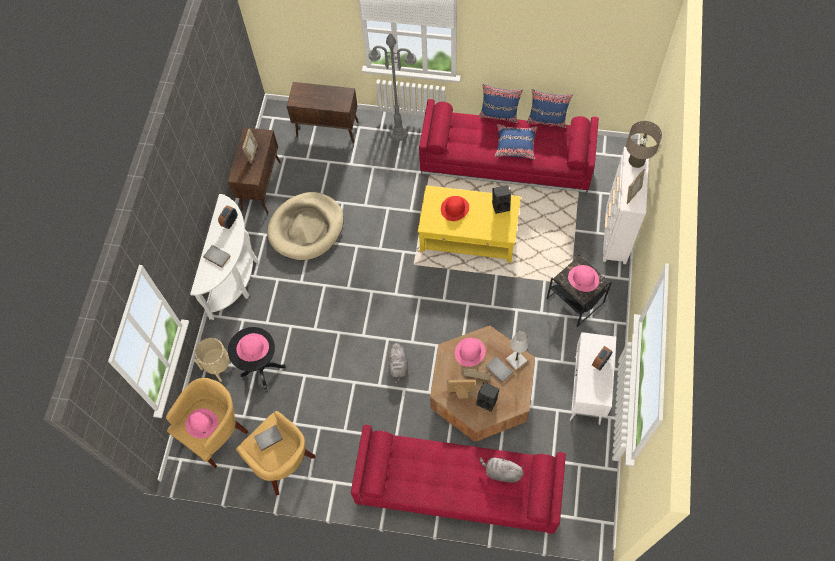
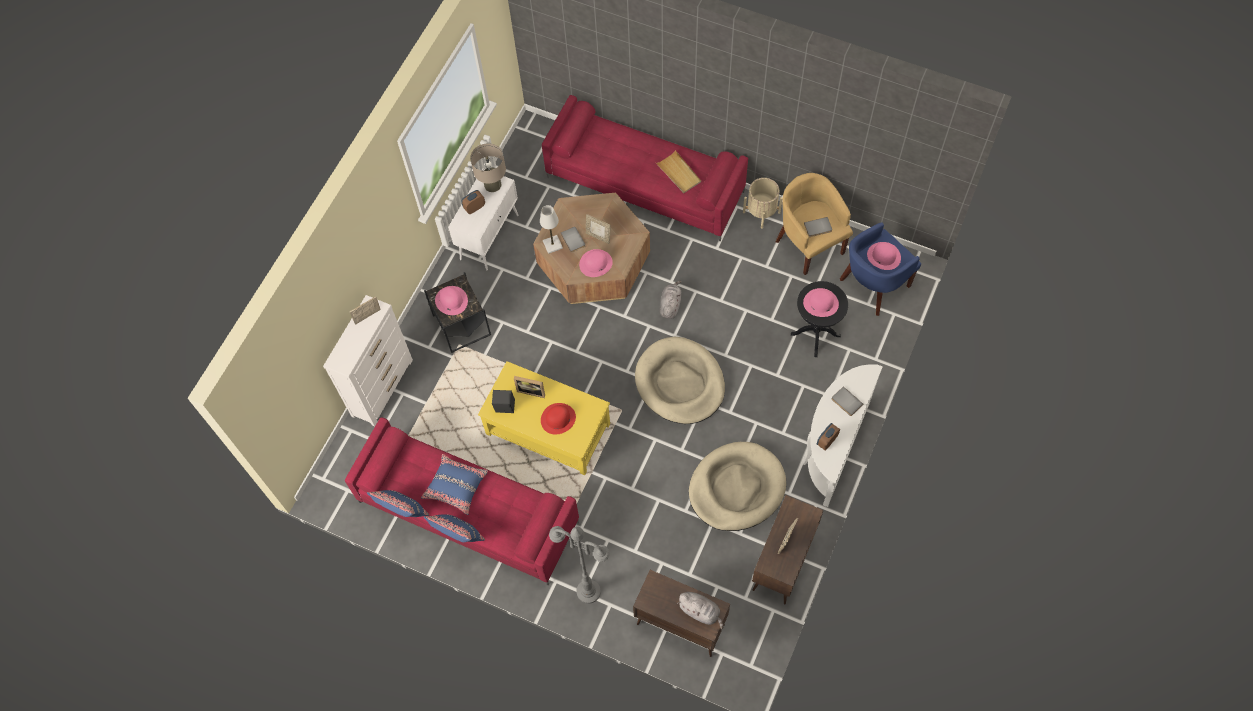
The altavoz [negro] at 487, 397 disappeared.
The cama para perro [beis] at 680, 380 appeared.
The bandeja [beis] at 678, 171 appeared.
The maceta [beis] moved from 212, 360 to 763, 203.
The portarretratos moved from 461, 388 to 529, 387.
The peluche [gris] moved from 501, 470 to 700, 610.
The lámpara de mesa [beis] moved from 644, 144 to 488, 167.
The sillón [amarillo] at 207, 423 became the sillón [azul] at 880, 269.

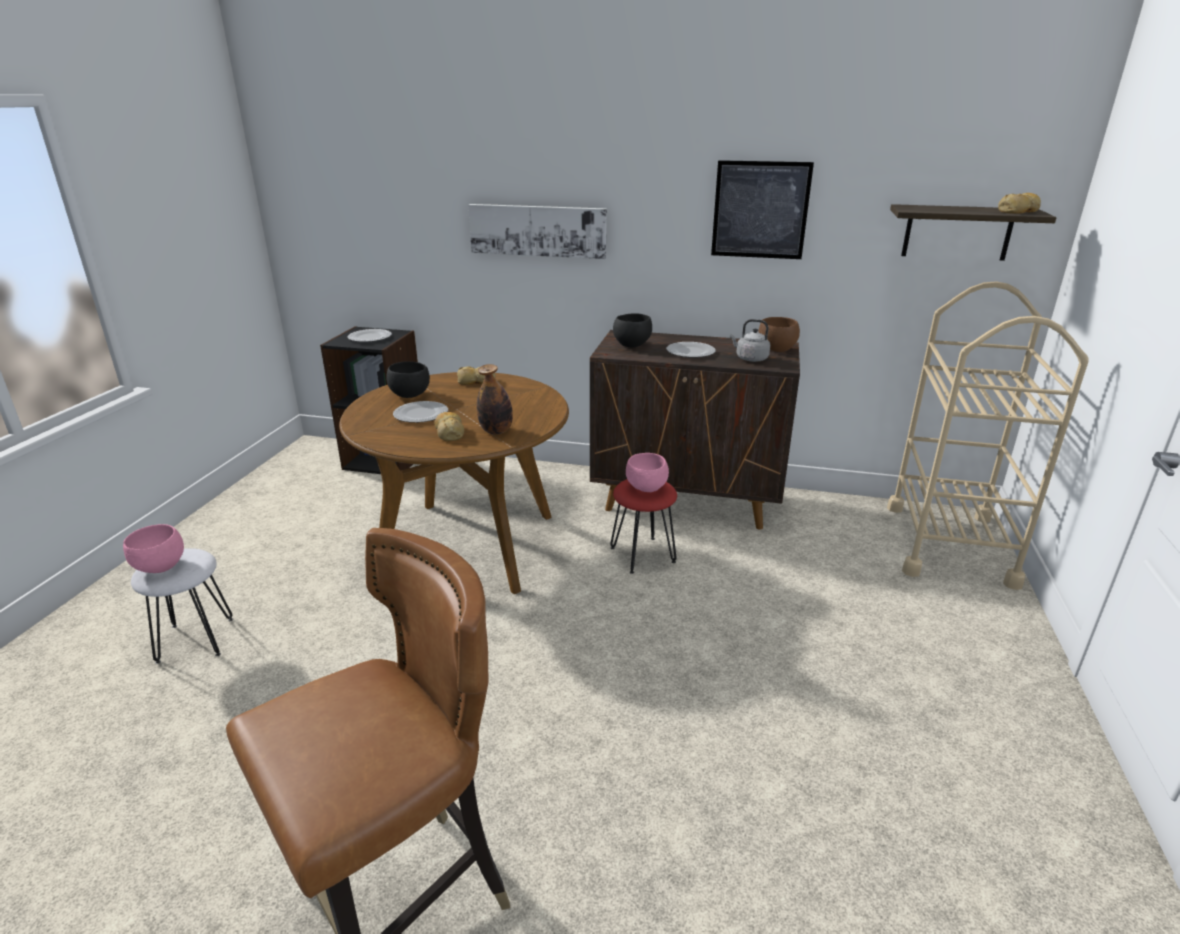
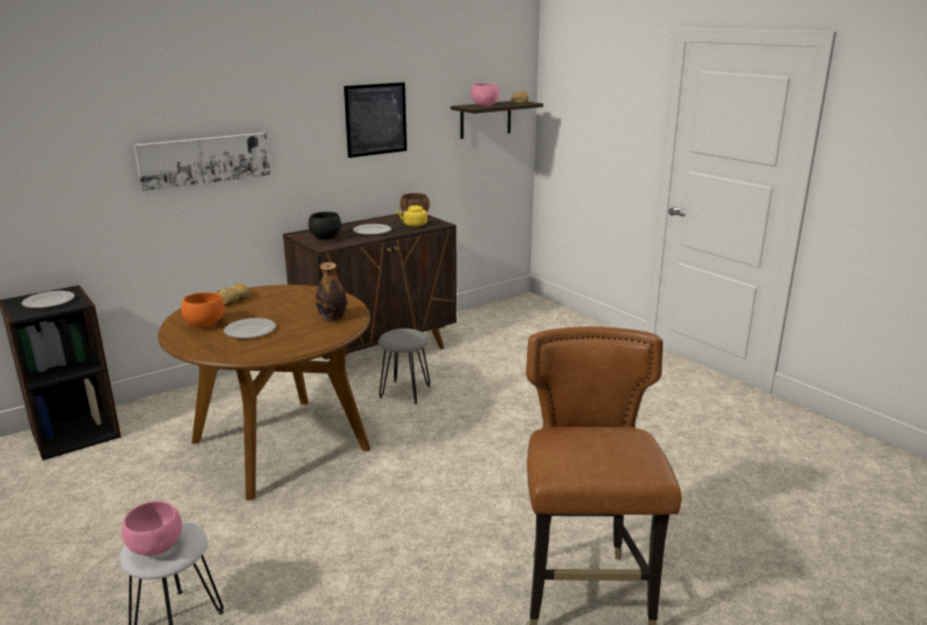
The pan at 449, 426 disappeared.
The carrito [beis] at 988, 435 disappeared.
The cuenco [rosa] moved from 647, 472 to 485, 94.
The cuenco [negro] at 408, 379 became the cuenco [naranja] at 203, 310.
The taburete [rojo] at 643, 526 became the taburete [gris] at 404, 366.
The hervidor [gris] at 750, 340 became the hervidor [amarillo] at 411, 211.

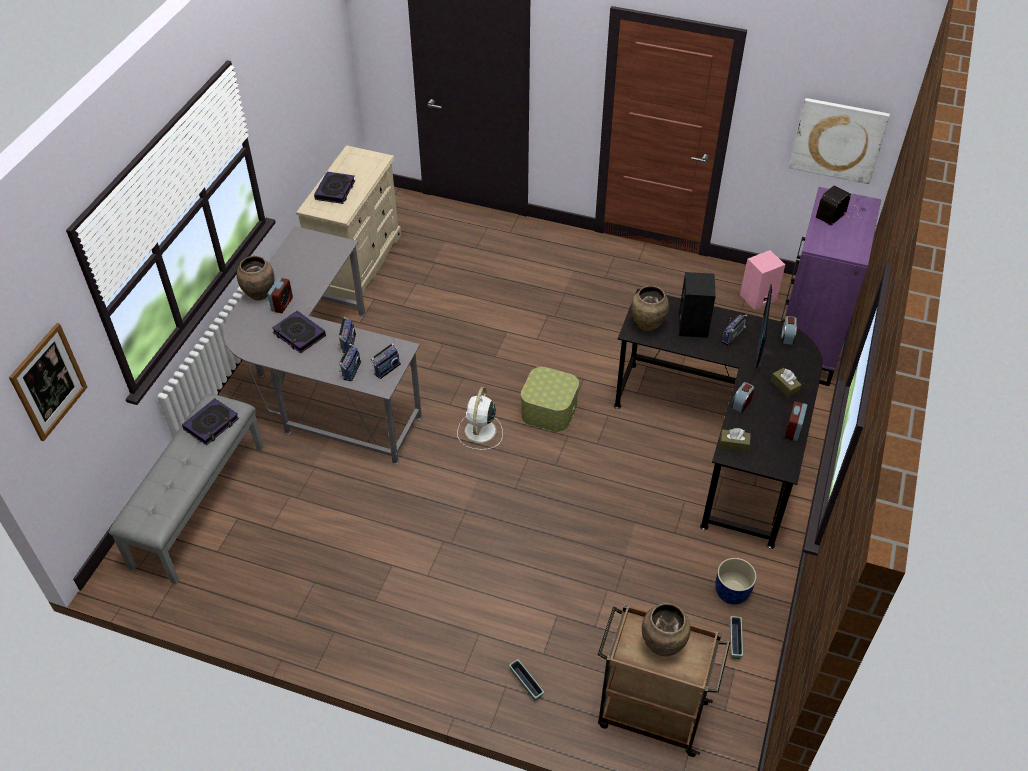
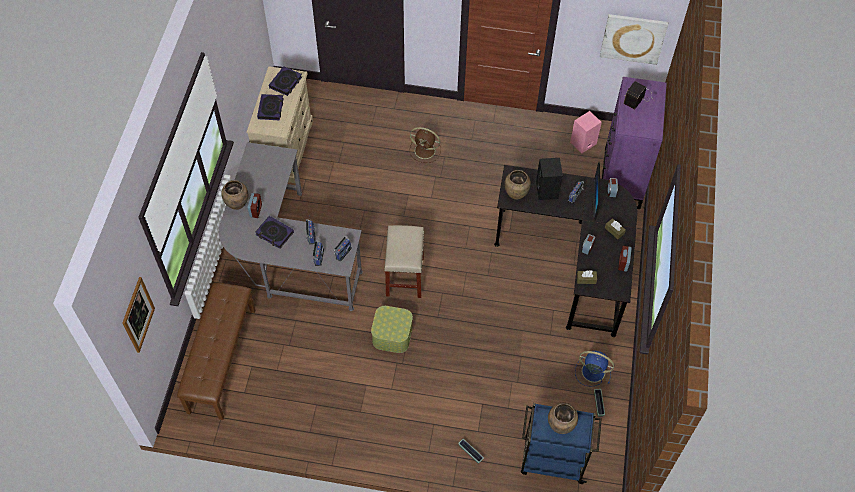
The ventilador [marrón] at 425, 145 appeared.
The libro moved from 210, 421 to 285, 81.
The caja de almacenaje moved from 550, 399 to 392, 329.
The ventilador [blanco] at 480, 418 was replaced by the taburete [beis] at 404, 261.
The maceta [azul] at 736, 581 was replaced by the ventilador [azul] at 594, 368.
The banco [gris] at 186, 489 became the banco [marrón] at 216, 351.
The carrito [marrón] at 664, 680 became the carrito [azul] at 561, 443.

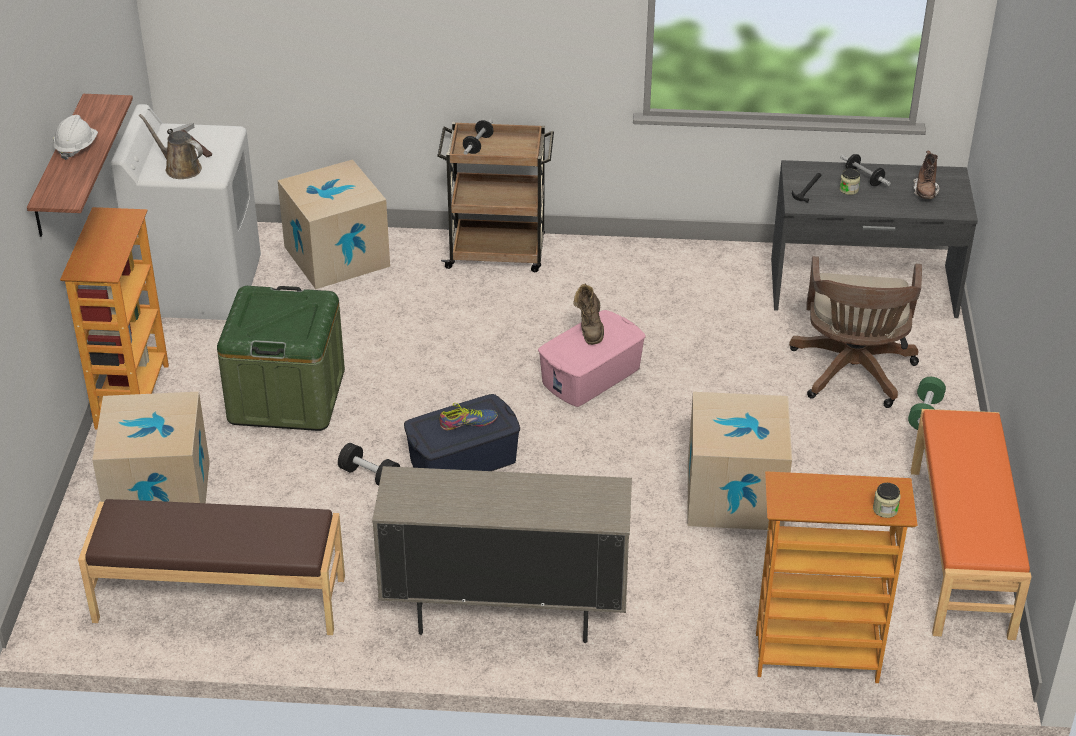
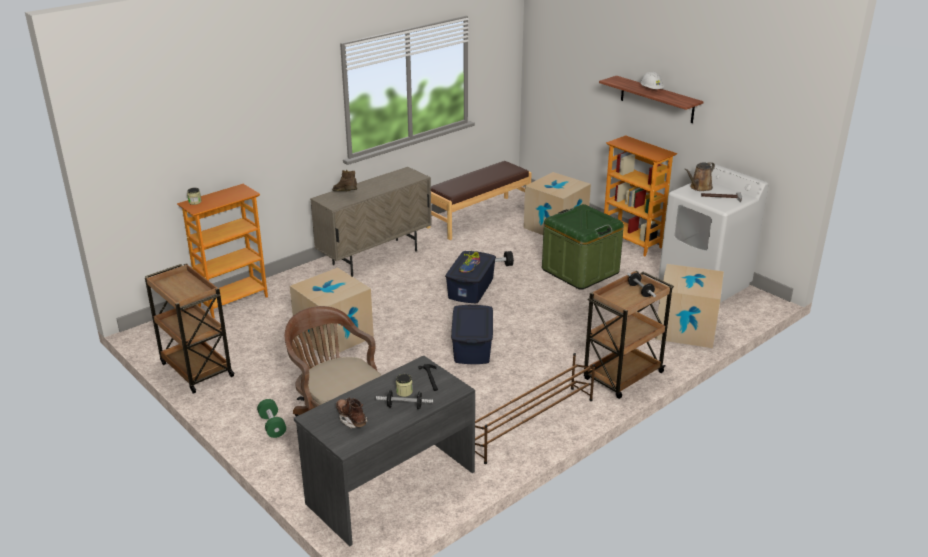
The zapatero [marrón] at 535, 408 appeared.
The bota [marrón] moved from 588, 314 to 344, 180.
The banco [naranja] at 971, 524 was replaced by the carrito [marrón] at 190, 328.
The caja de almacenaje [rosa] at 592, 358 became the caja de almacenaje [azul] at 472, 334.
The regadera [marrón] at 171, 146 turned 150 degrees clockwise.

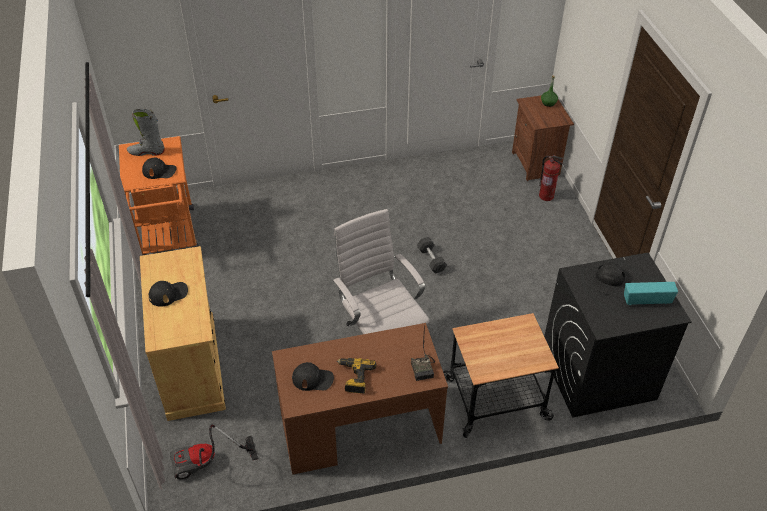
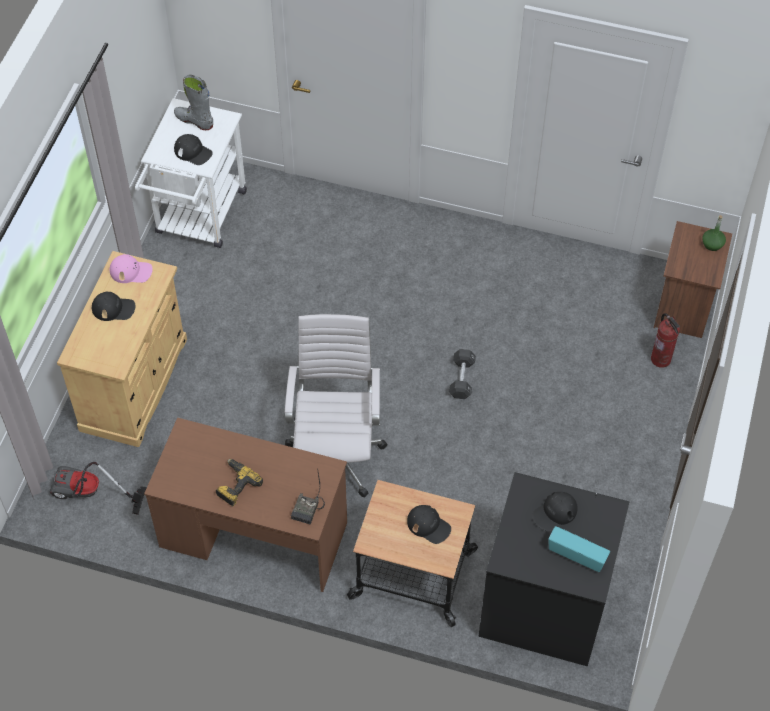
The gorra [rosa] at 131, 268 appeared.
The gorra [negro] moved from 313, 376 to 429, 524.
The carrito [naranja] at 159, 195 became the carrito [blanco] at 191, 173.

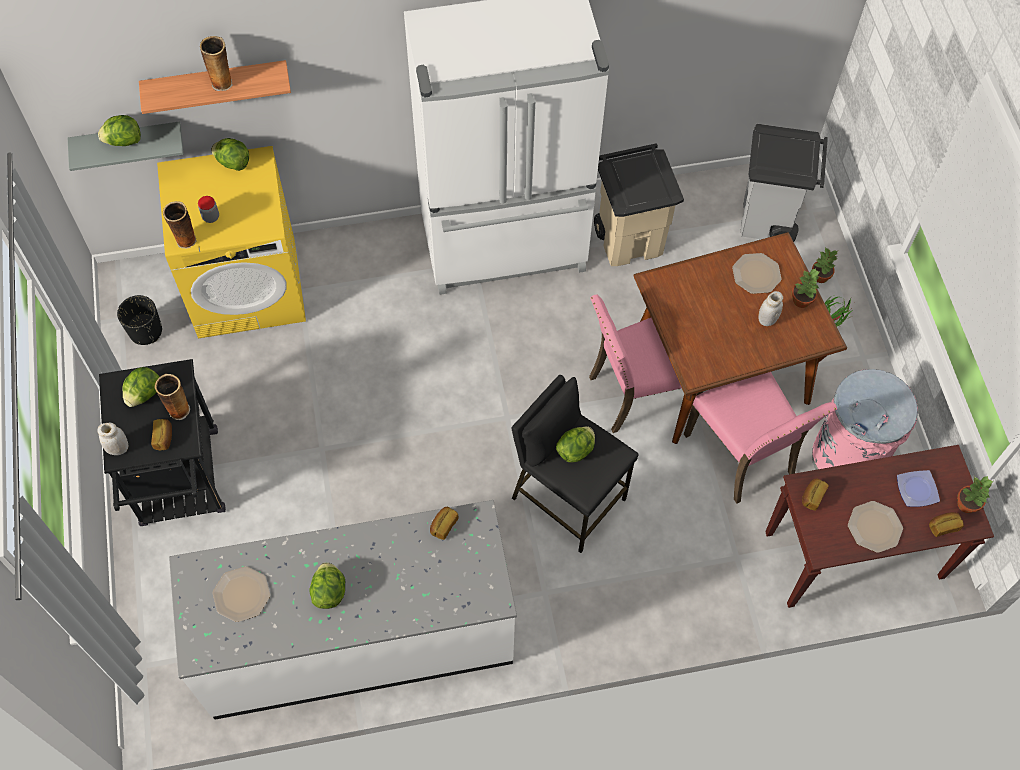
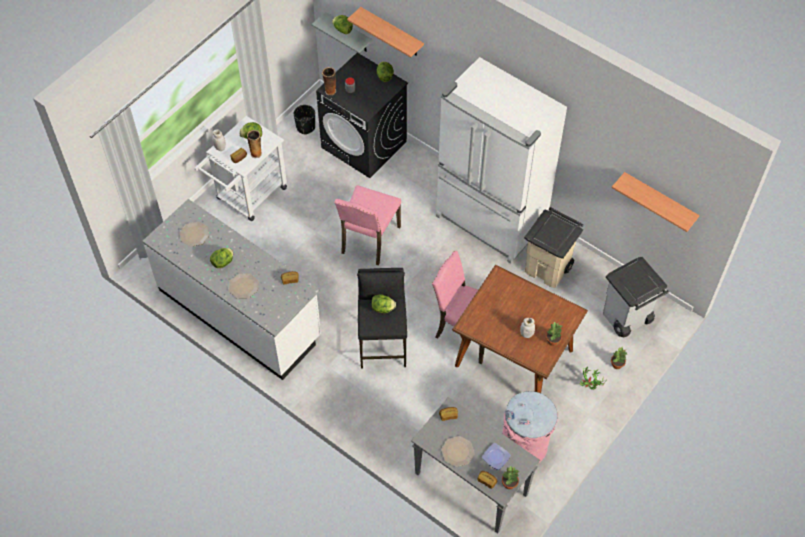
The florero at 216, 63 disappeared.
The estante at 656, 202 appeared.
The silla [rosa] moved from 760, 438 to 367, 225.
The plato moved from 756, 273 to 244, 285.
The carrito [negro] at 162, 442 became the carrito [blanco] at 241, 168.
The lavadora [amarillo] at 231, 242 became the lavadora [negro] at 362, 115.
The mesa consola [marrón] at 879, 526 became the mesa consola [gris] at 475, 465.

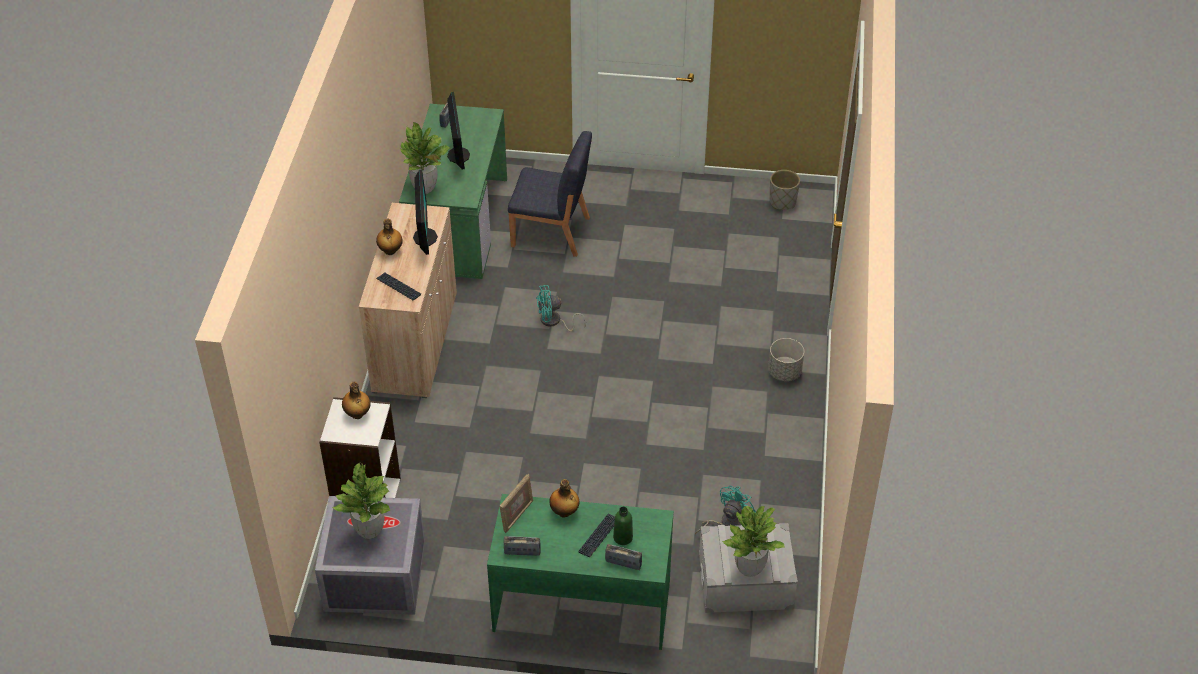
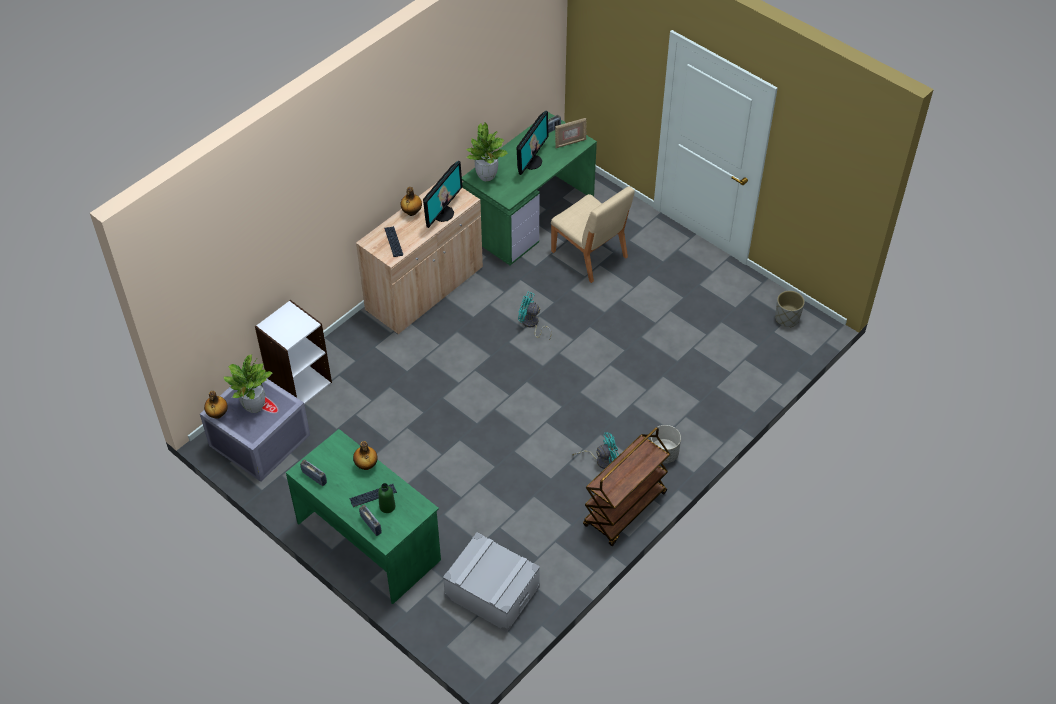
The planta en maceta at 753, 541 disappeared.
The carrito [marrón] at 626, 486 appeared.
The botella moved from 356, 400 to 216, 405.
The portarretratos moved from 516, 503 to 570, 133.
The ventilador [turquesa] moved from 725, 510 to 596, 450.
The silla [azul] at 550, 194 became the silla [beis] at 593, 234.

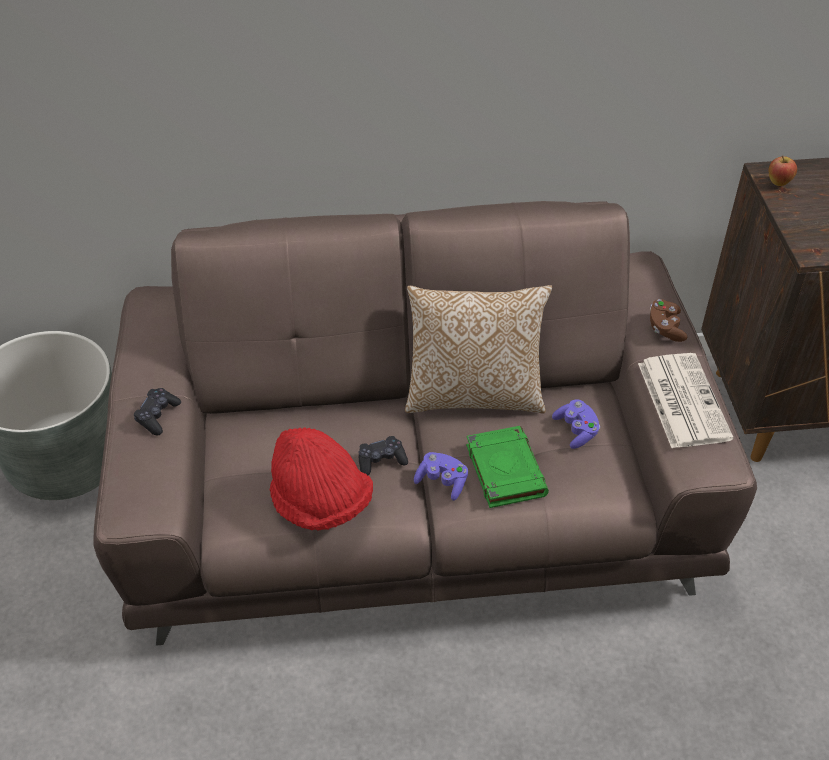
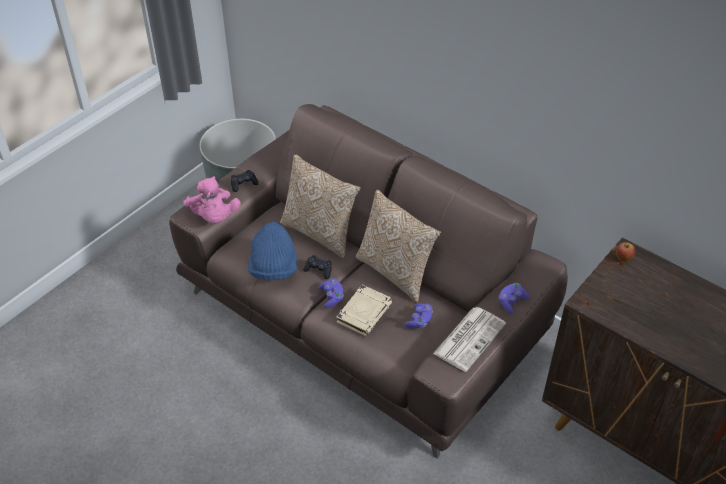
The peluche [rosa] at 212, 199 appeared.
The cojín at 320, 206 appeared.
The sombrero [rojo] at 321, 479 became the sombrero [azul] at 272, 251.
The libro [verde] at 507, 467 became the libro [beis] at 364, 310.
The mando de consola [marrón] at 668, 320 became the mando de consola [morado] at 514, 298.

